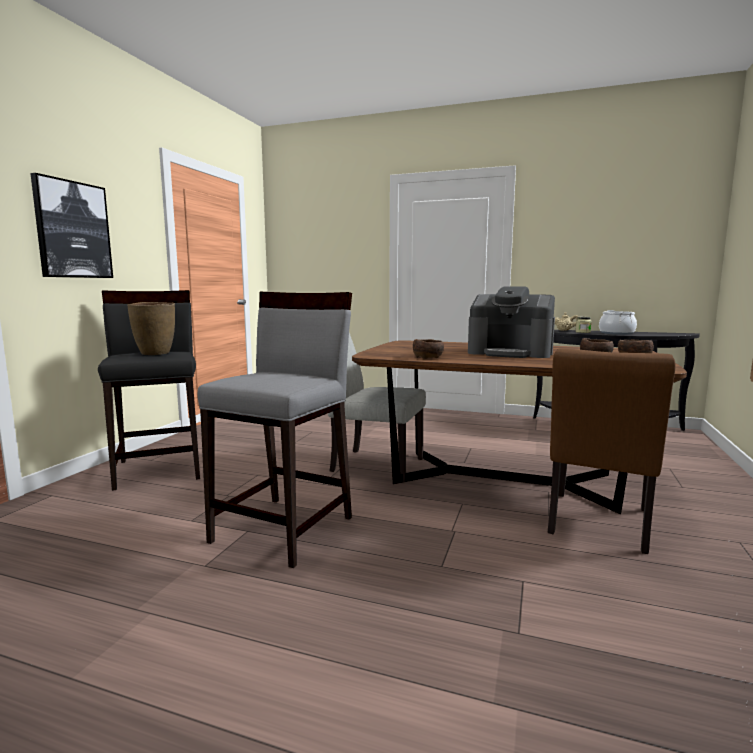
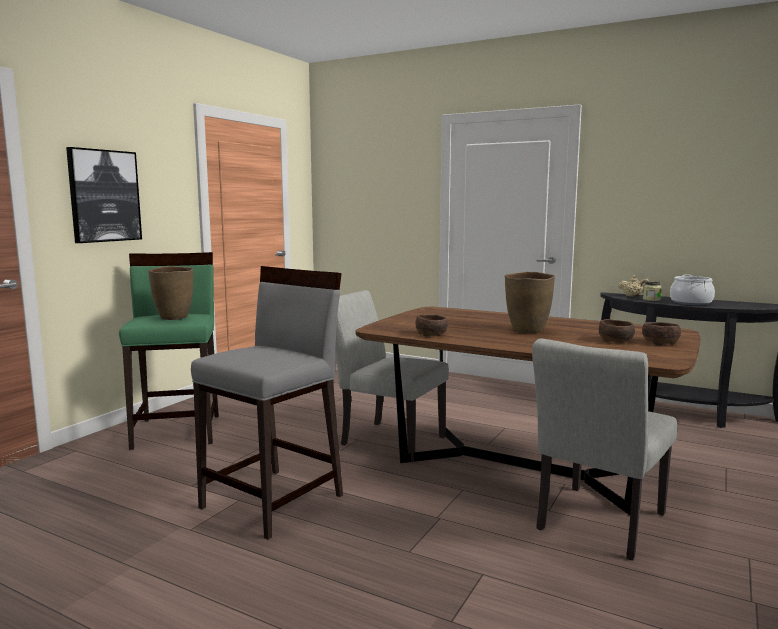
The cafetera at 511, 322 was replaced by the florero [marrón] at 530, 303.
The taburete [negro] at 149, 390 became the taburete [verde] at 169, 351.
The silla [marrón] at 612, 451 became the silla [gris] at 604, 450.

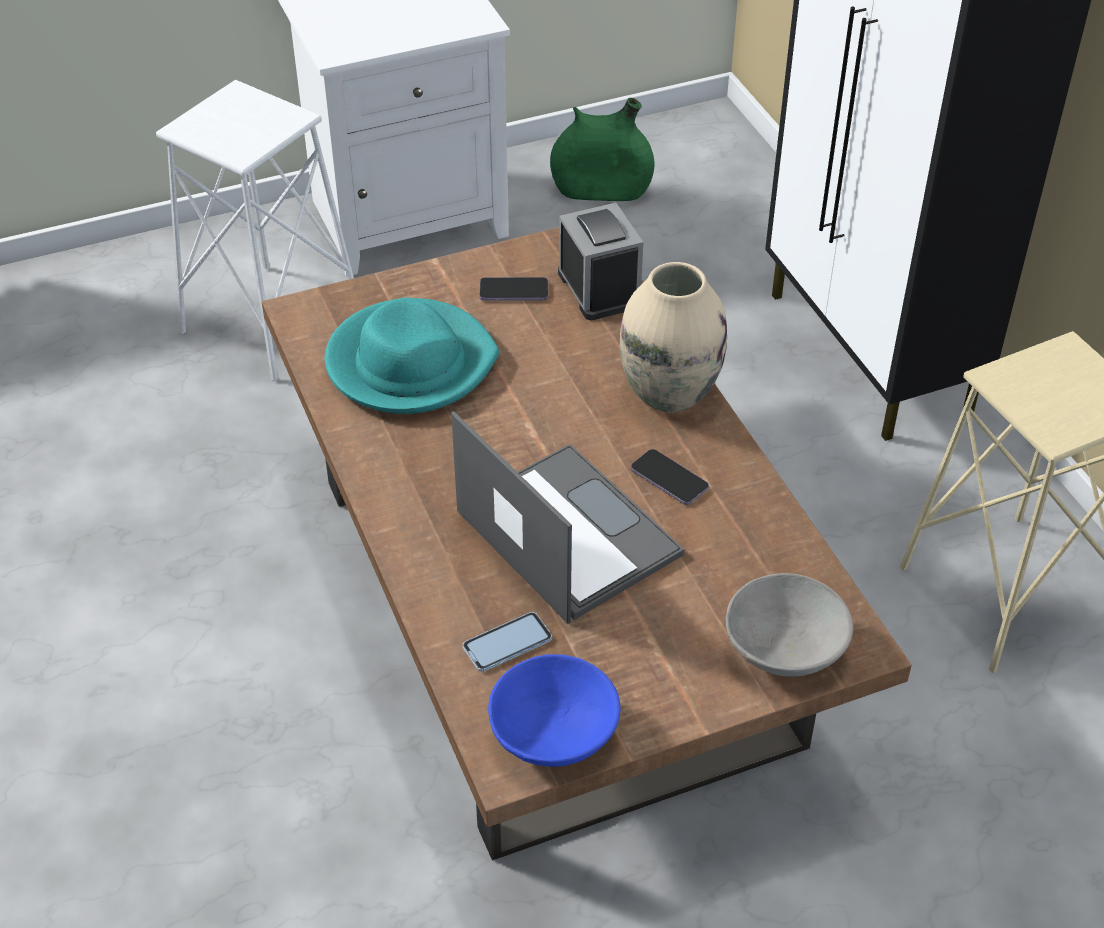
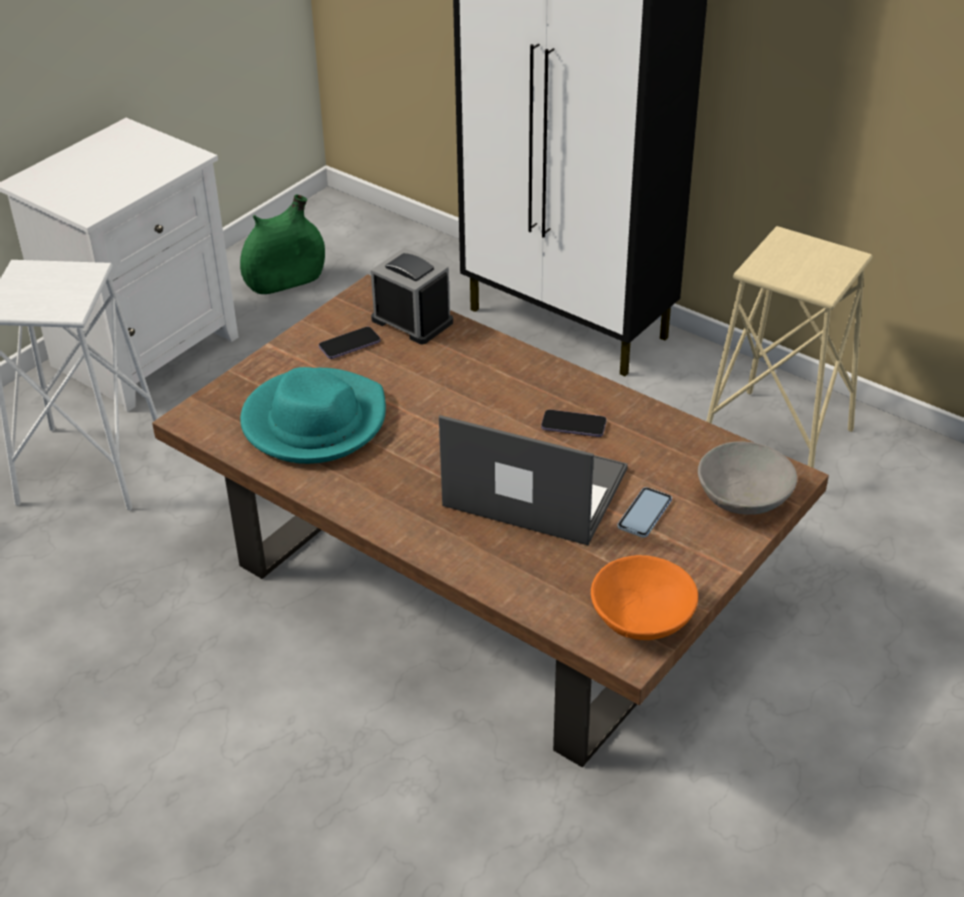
The florero [beis] at 673, 337 disappeared.
The móvil moved from 507, 642 to 644, 512.
The cuenco [azul] at 554, 710 became the cuenco [naranja] at 644, 597.

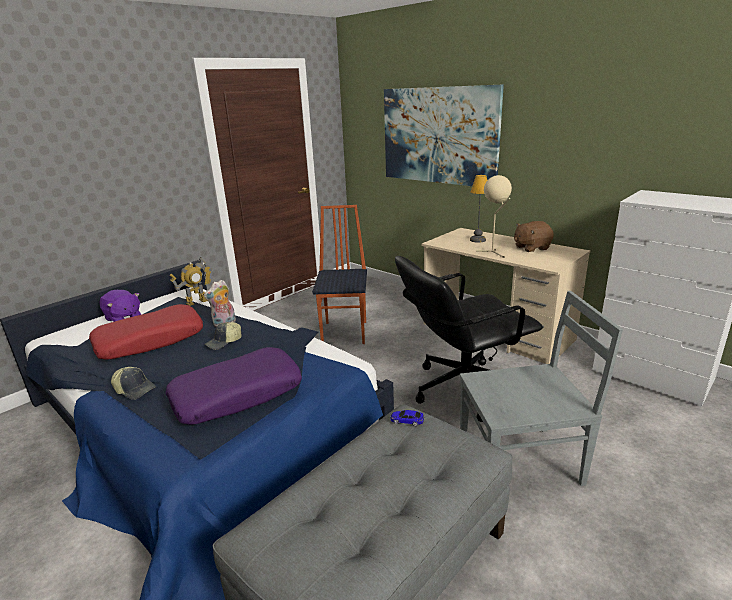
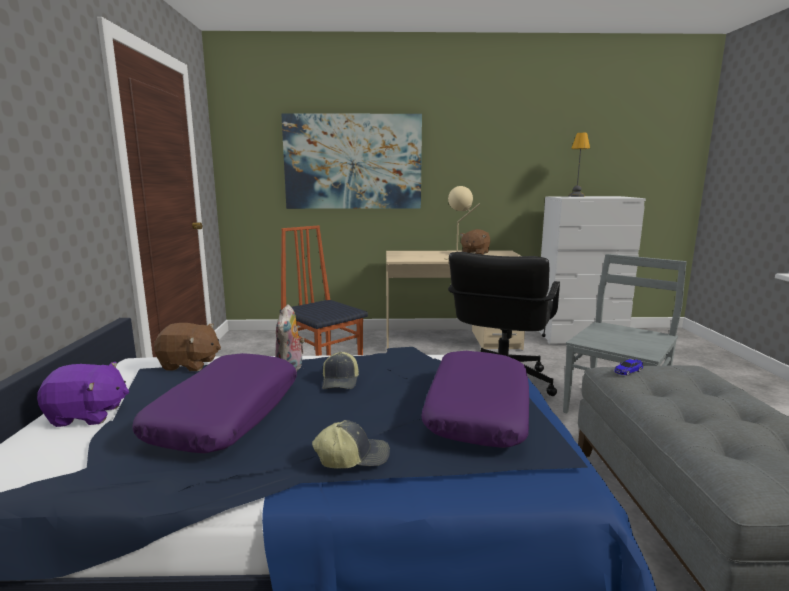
The lámpara de mesa moved from 478, 209 to 579, 165.
The robot de juguete at 191, 281 was replaced by the peluche [marrón] at 187, 347.
The cojín [rojo] at 146, 332 became the cojín [morado] at 214, 403.

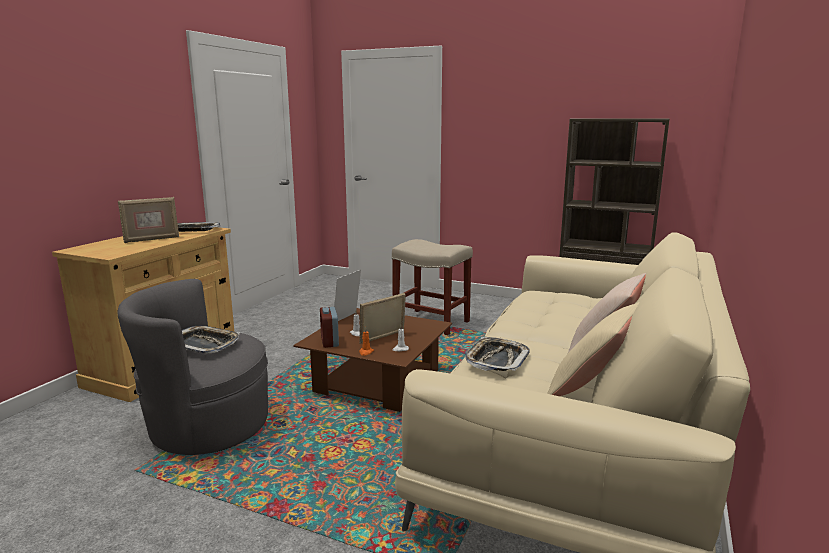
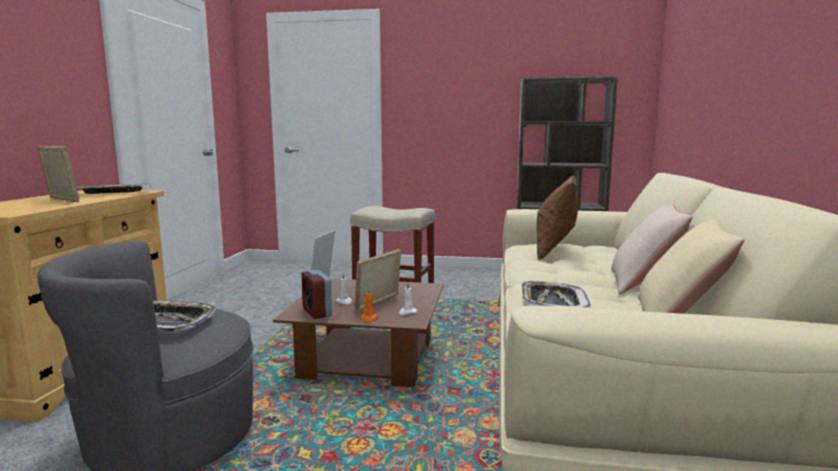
The cojín [marrón] at 557, 218 appeared.
The portarretratos at 148, 220 turned 90 degrees counterclockwise.

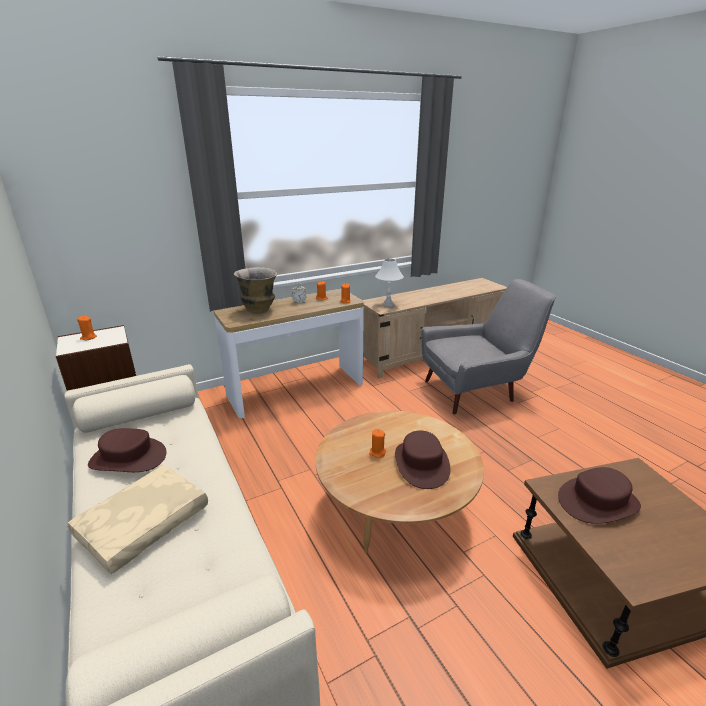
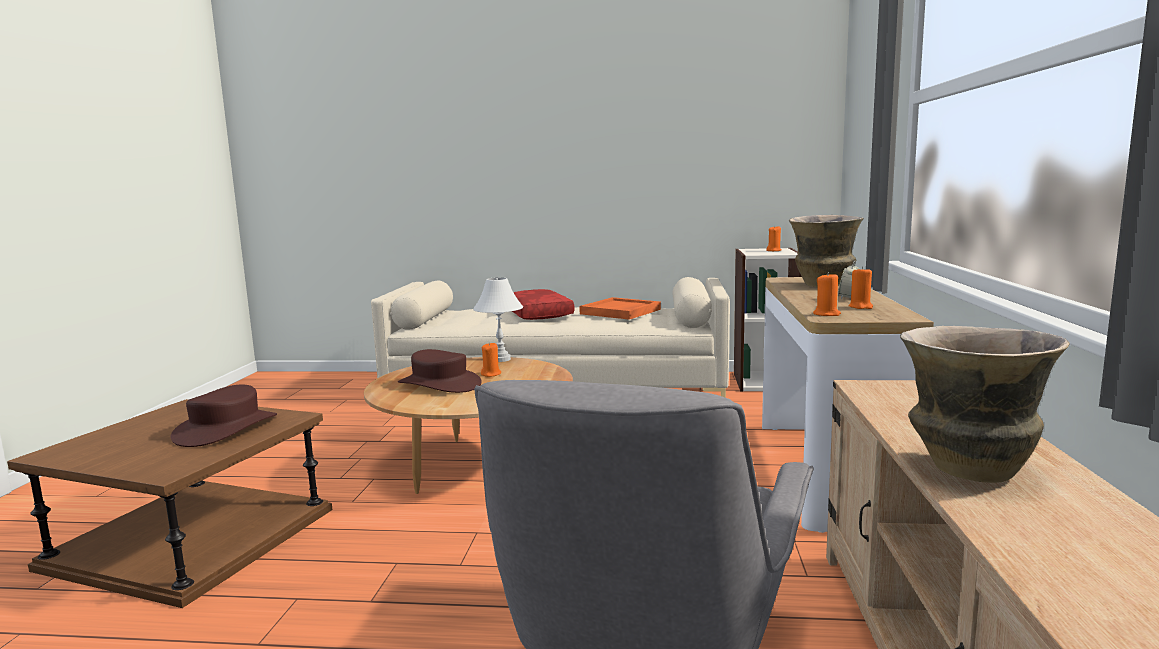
The florero at 985, 404 appeared.
The lámpara de mesa [blanco] moved from 389, 283 to 498, 319.
The sombrero [marrón] at 127, 450 was replaced by the bandeja [naranja] at 620, 308.
The cojín [beis] at 138, 519 became the cojín [rojo] at 543, 304.

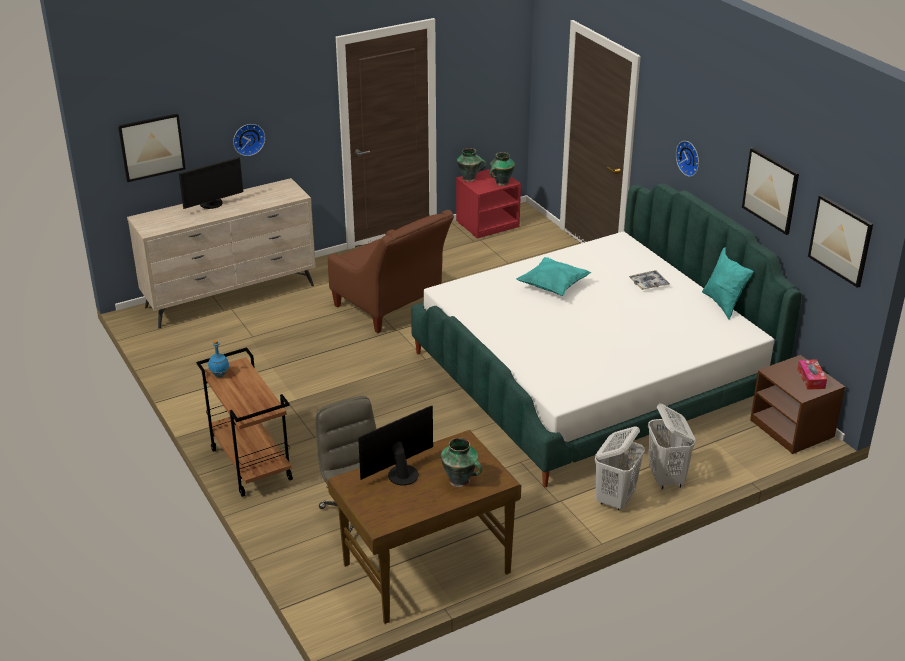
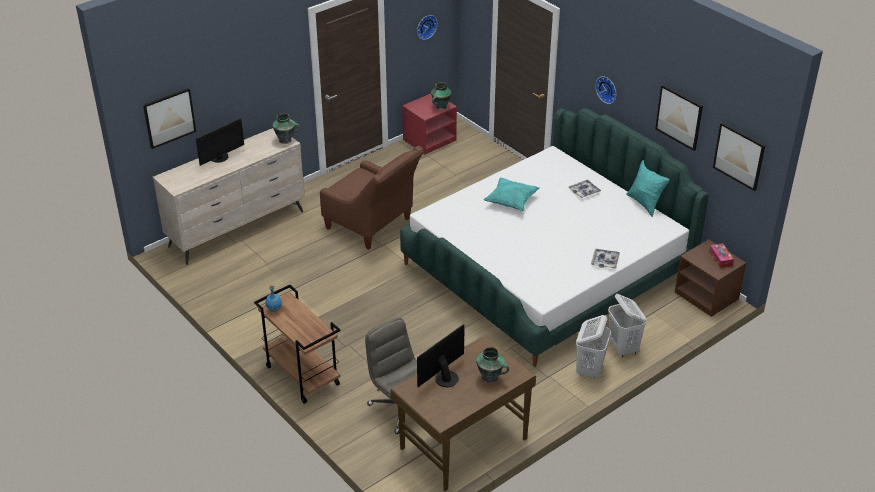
The bandeja at 605, 258 appeared.
The reloj de pared moved from 249, 140 to 427, 27.
The florero moved from 471, 165 to 286, 129.

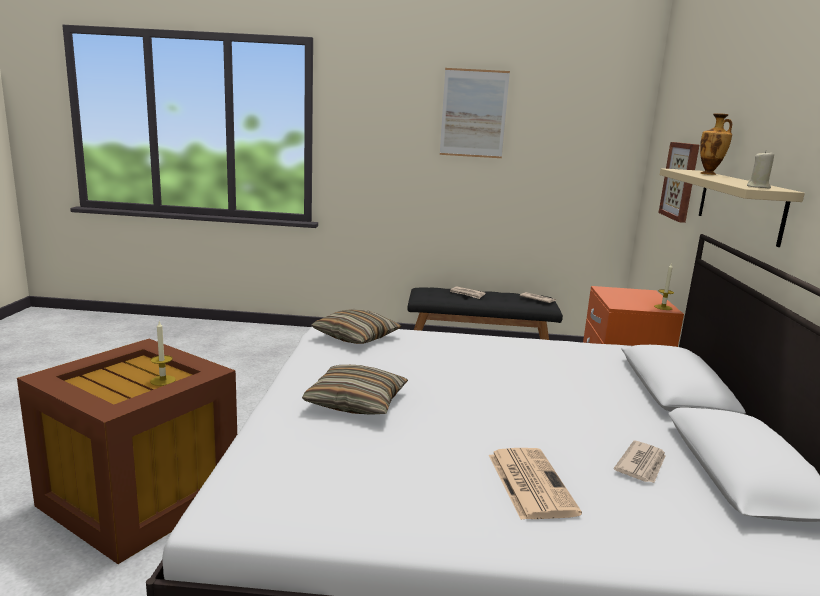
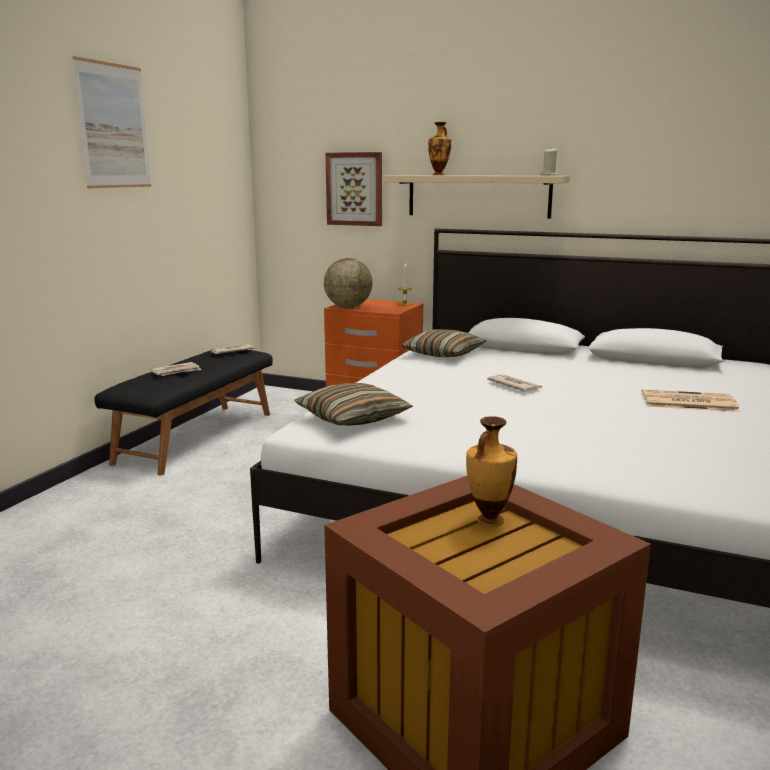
The globo terráqueo at 348, 283 appeared.
The cojín moved from 355, 390 to 443, 343.
The periódico moved from 640, 462 to 515, 383.
The vela at 163, 353 was replaced by the florero at 491, 471.

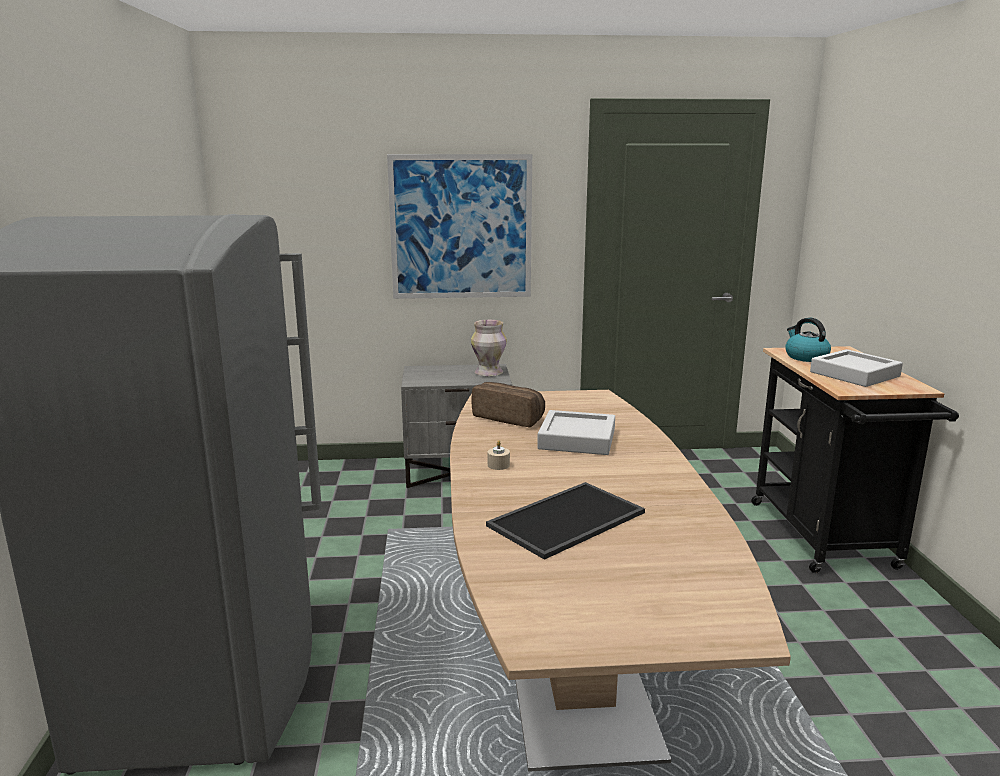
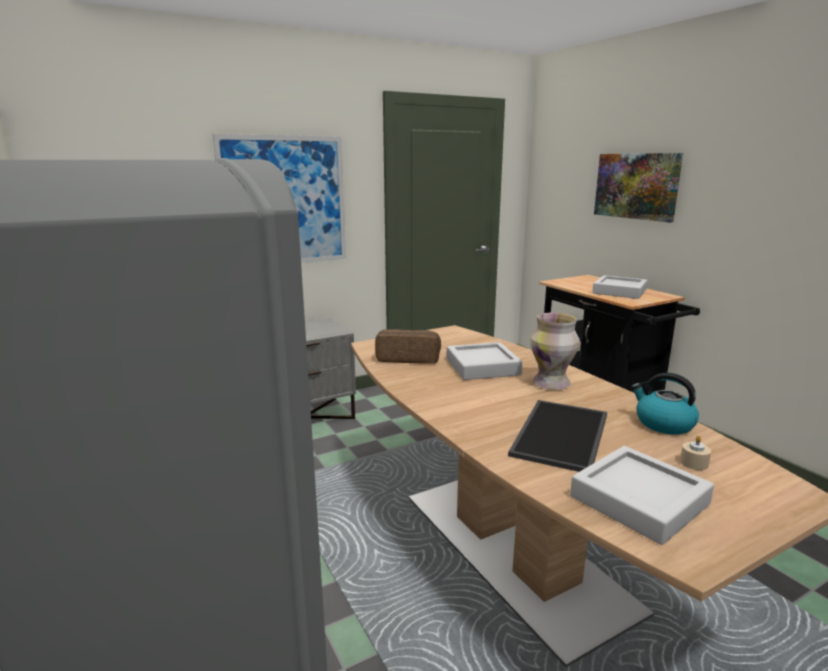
The bandeja [gris] at 642, 495 appeared.
The cuadro at 638, 187 appeared.
The florero moved from 489, 348 to 555, 351.
The vela [beis] moved from 499, 455 to 695, 453.
The hervidor moved from 808, 340 to 665, 404.

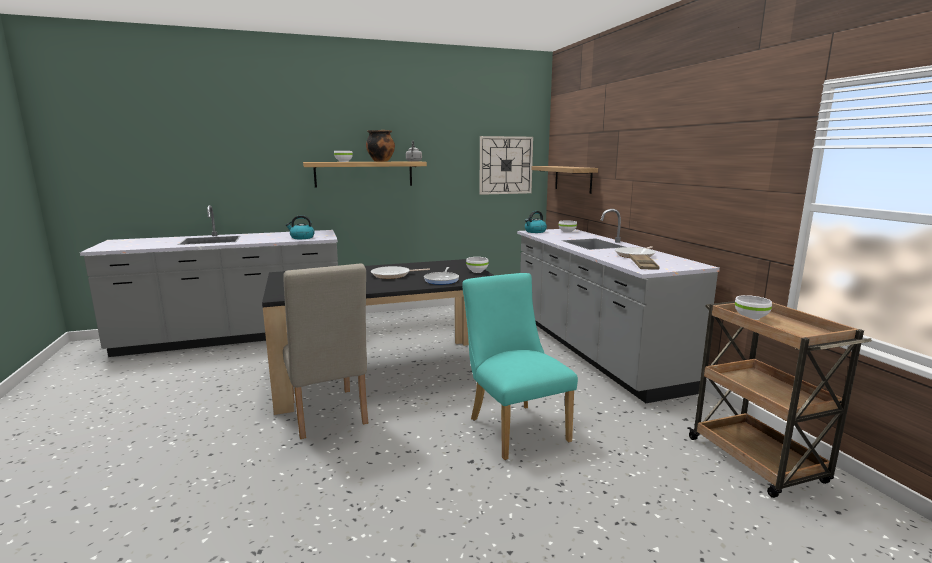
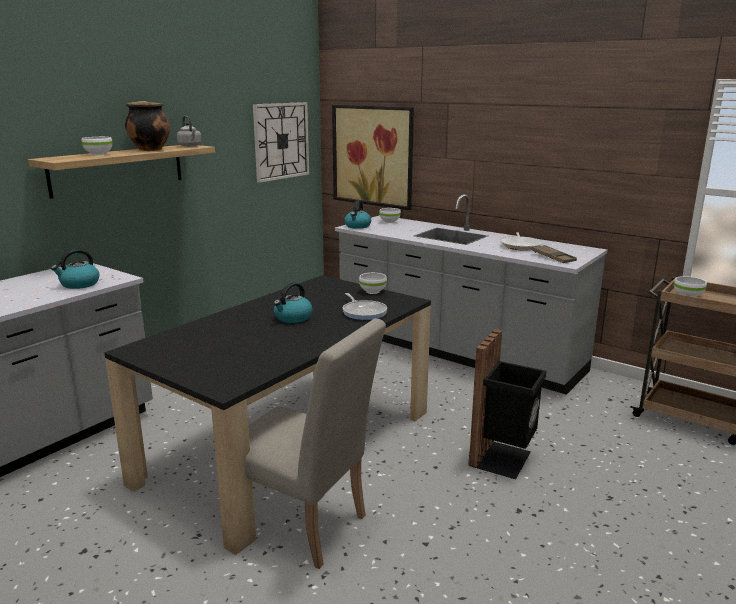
The sartén at 400, 272 was replaced by the hervidor at 293, 302.
The silla [turquesa] at 520, 366 was replaced by the papelera [negro] at 507, 404.
The estante at 564, 180 was replaced by the cuadro at 373, 157.

